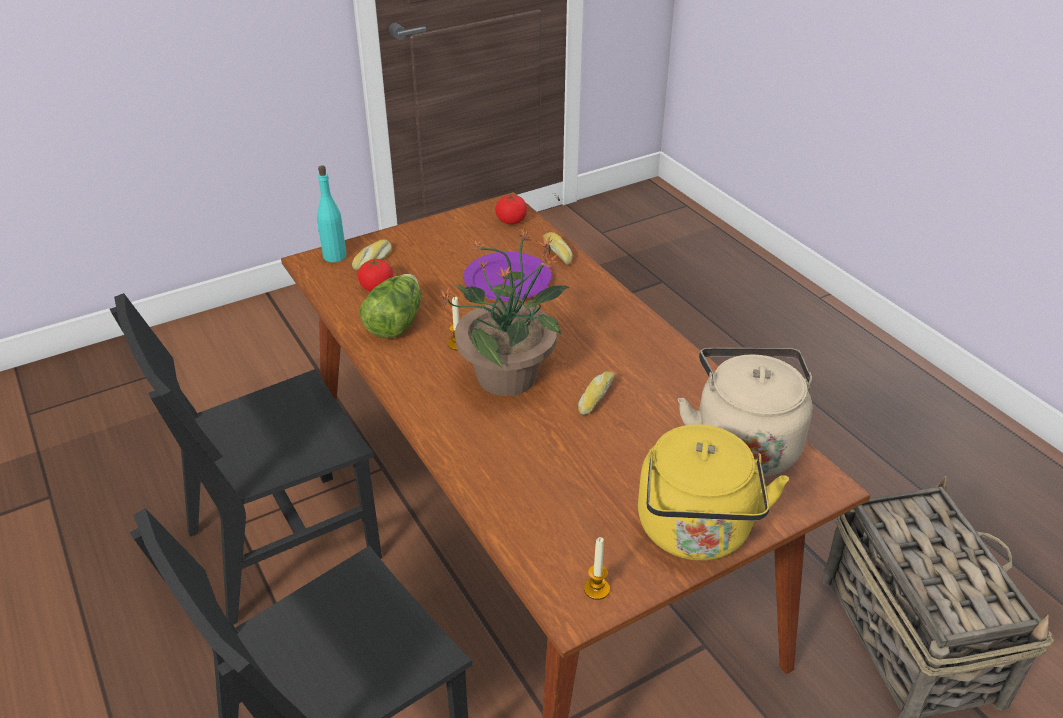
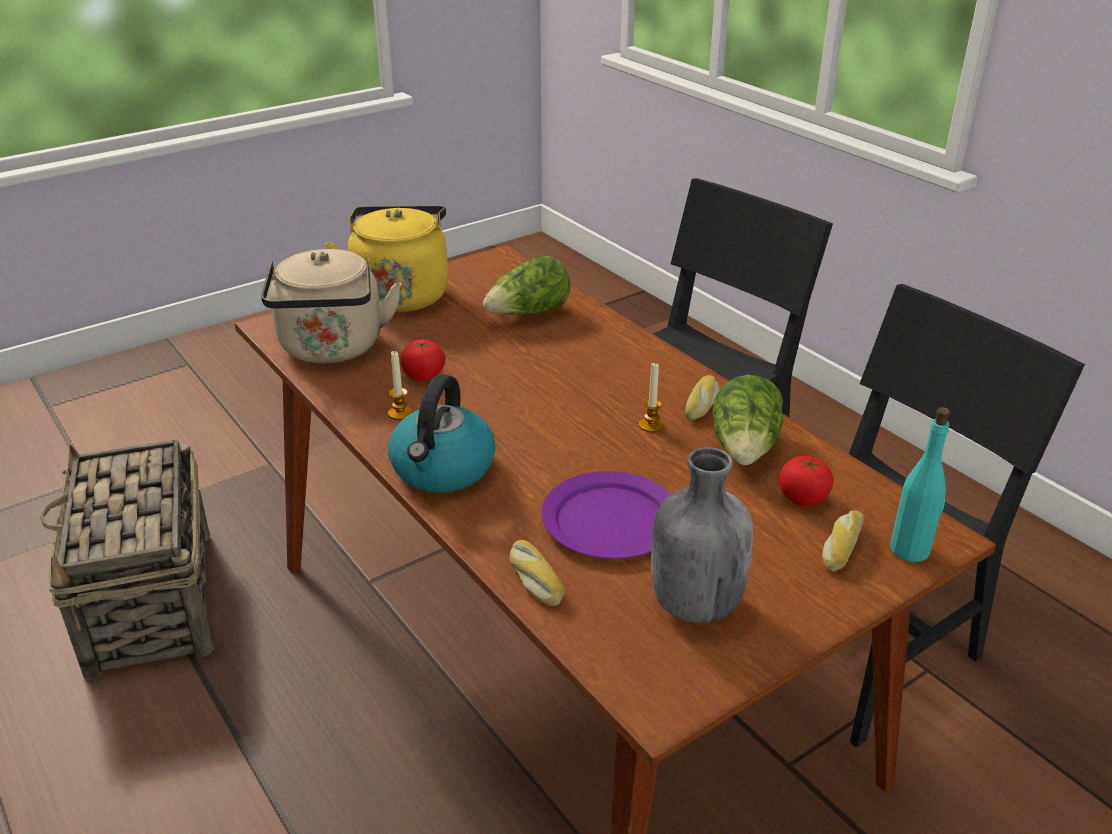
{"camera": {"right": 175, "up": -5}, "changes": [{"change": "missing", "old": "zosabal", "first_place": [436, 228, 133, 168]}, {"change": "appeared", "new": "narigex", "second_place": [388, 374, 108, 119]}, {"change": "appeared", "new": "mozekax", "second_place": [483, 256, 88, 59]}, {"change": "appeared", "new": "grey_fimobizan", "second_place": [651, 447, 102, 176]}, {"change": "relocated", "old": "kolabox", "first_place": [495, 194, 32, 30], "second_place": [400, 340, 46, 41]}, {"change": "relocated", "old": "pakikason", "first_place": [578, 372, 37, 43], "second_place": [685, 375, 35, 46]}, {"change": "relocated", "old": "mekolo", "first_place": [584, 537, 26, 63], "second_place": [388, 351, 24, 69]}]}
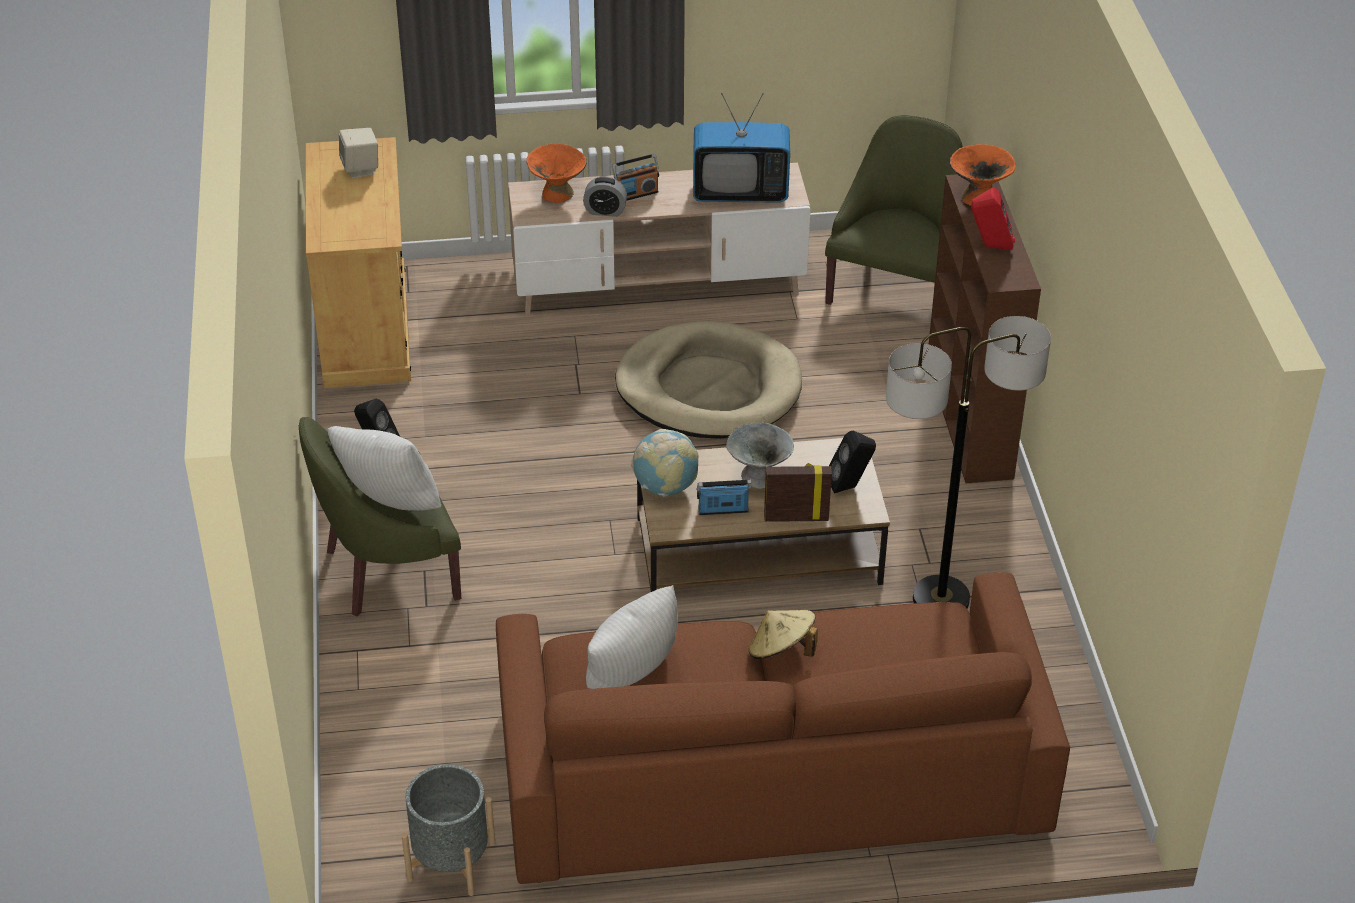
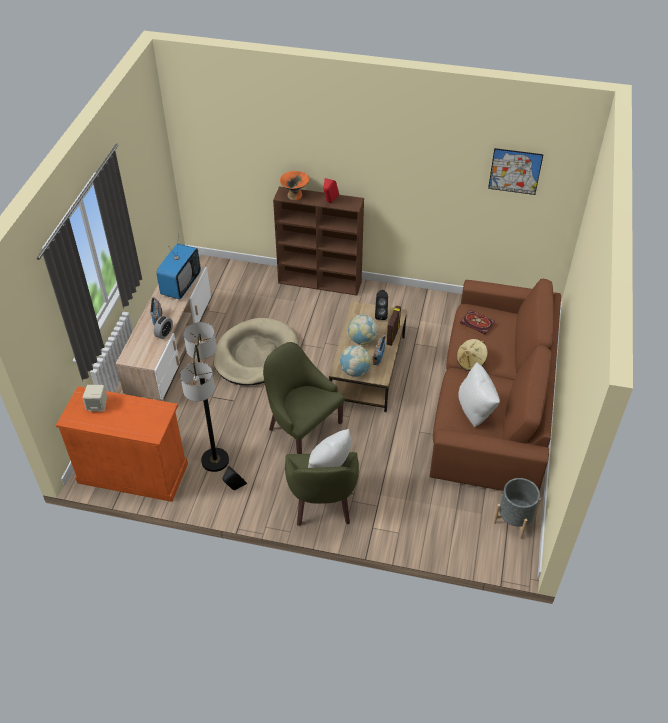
{"camera": {"right": -70, "up": 5}, "changes": [{"change": "missing", "old": "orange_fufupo", "first_place": [526, 144, 60, 59]}, {"change": "appeared", "new": "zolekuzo", "second_place": [460, 310, 35, 25]}, {"change": "appeared", "new": "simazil", "second_place": [488, 148, 55, 47]}, {"change": "relocated", "old": "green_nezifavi", "first_place": [825, 115, 138, 190], "second_place": [263, 342, 82, 112]}, {"change": "relocated", "old": "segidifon", "first_place": [886, 316, 165, 293], "second_place": [180, 322, 49, 150]}, {"change": "exchanged", "old": "grey_fufupo", "new": "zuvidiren", "first_place": [726, 422, 68, 67], "second_place": [348, 315, 30, 30]}, {"change": "colour", "old": "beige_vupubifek", "new": "orange_vupubifek", "first_place": [305, 137, 106, 251], "second_place": [56, 386, 132, 116]}]}
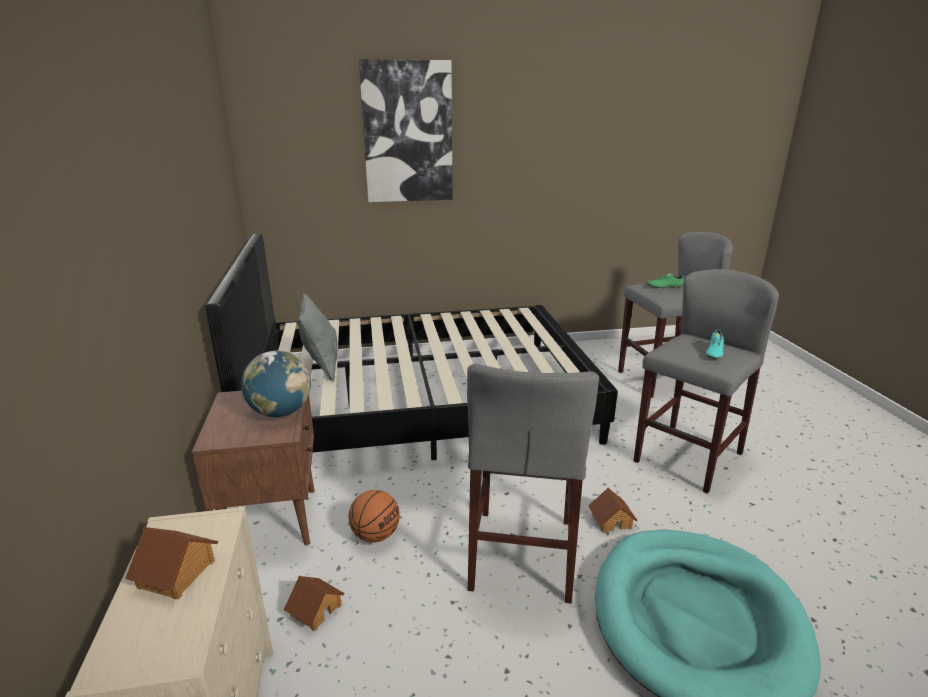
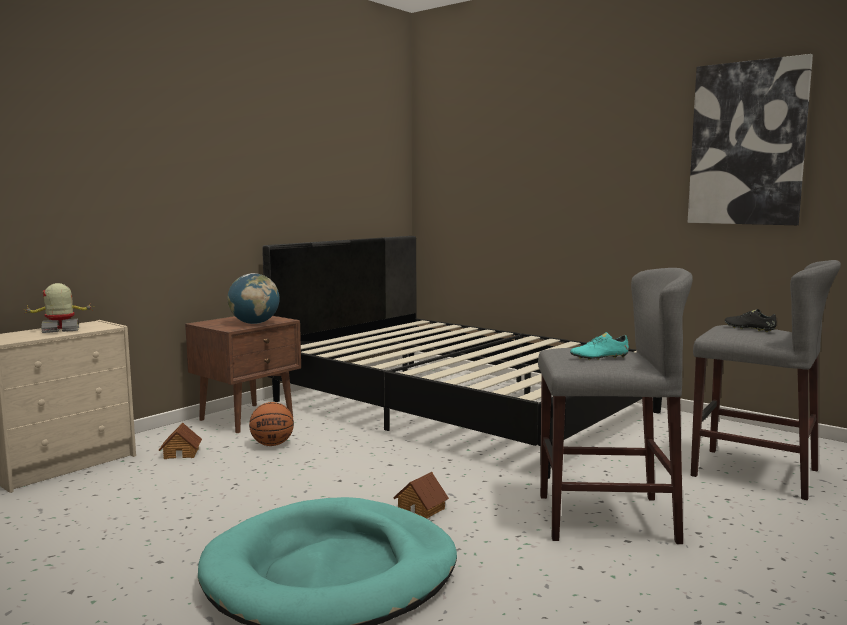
{"camera": {"right": 50, "up": -15}, "changes": [{"change": "missing", "old": "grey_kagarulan", "first_place": [298, 293, 40, 88]}, {"change": "missing", "old": "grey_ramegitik", "first_place": [467, 364, 132, 239]}, {"change": "relocated", "old": "simazil", "first_place": [359, 59, 94, 143], "second_place": [687, 54, 126, 171]}, {"change": "exchanged", "old": "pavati", "new": "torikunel", "first_place": [125, 527, 93, 73], "second_place": [23, 283, 71, 50]}, {"change": "colour", "old": "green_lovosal", "new": "black_lovosal", "first_place": [647, 273, 37, 16], "second_place": [725, 309, 52, 23]}]}
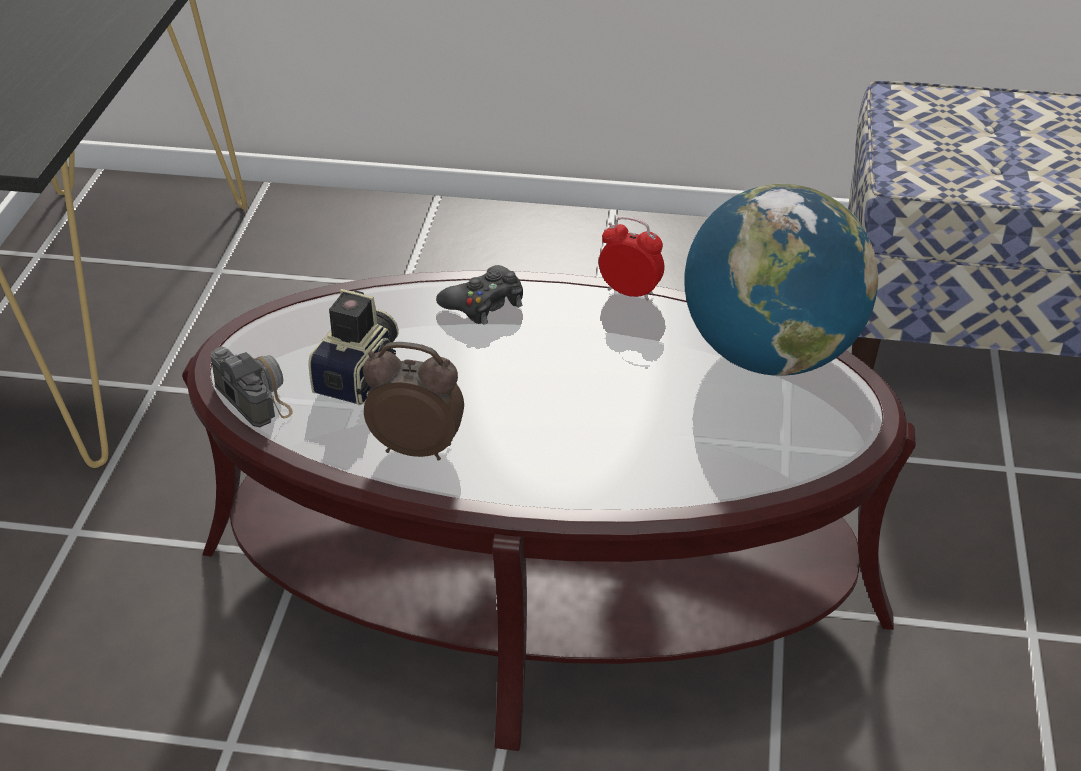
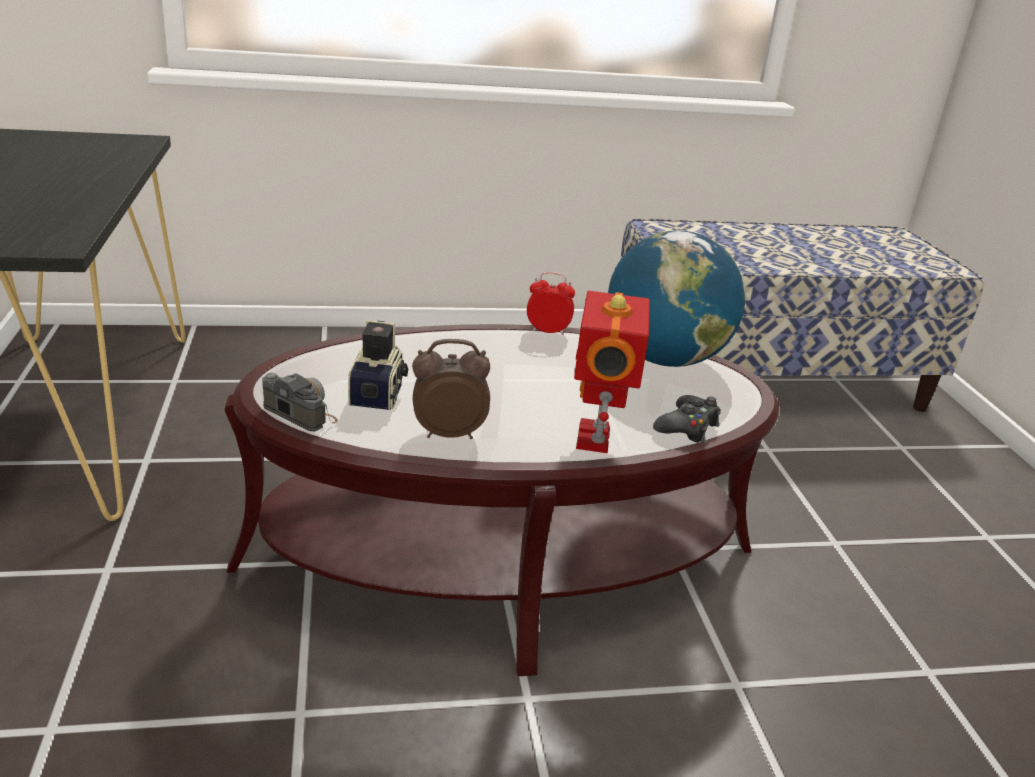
{"camera": {"right": -20, "up": -10}, "changes": [{"change": "appeared", "new": "torikunel", "second_place": [574, 291, 76, 162]}, {"change": "relocated", "old": "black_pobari", "first_place": [436, 265, 87, 60], "second_place": [653, 395, 68, 48]}]}
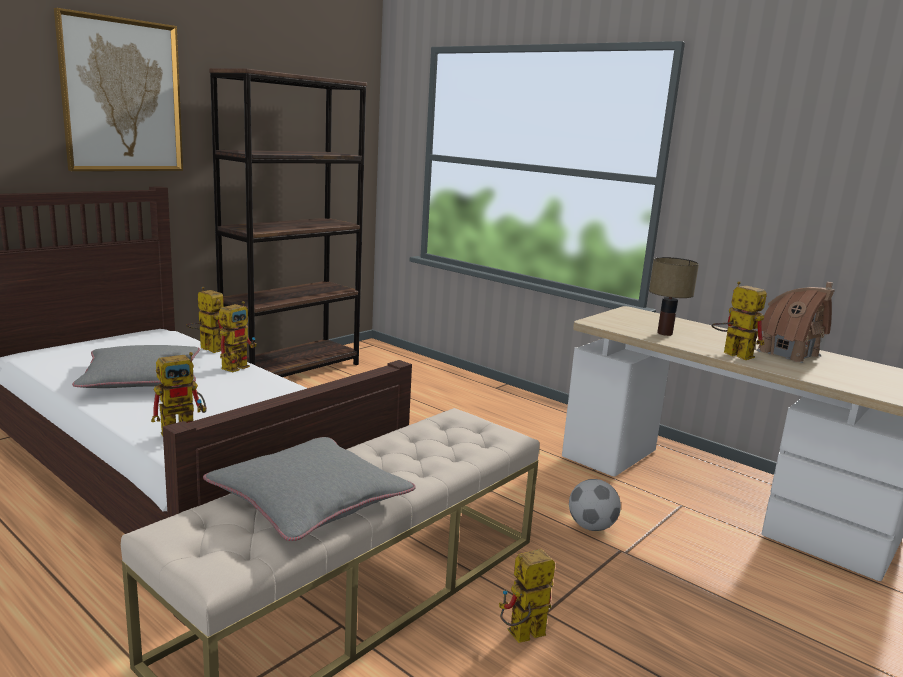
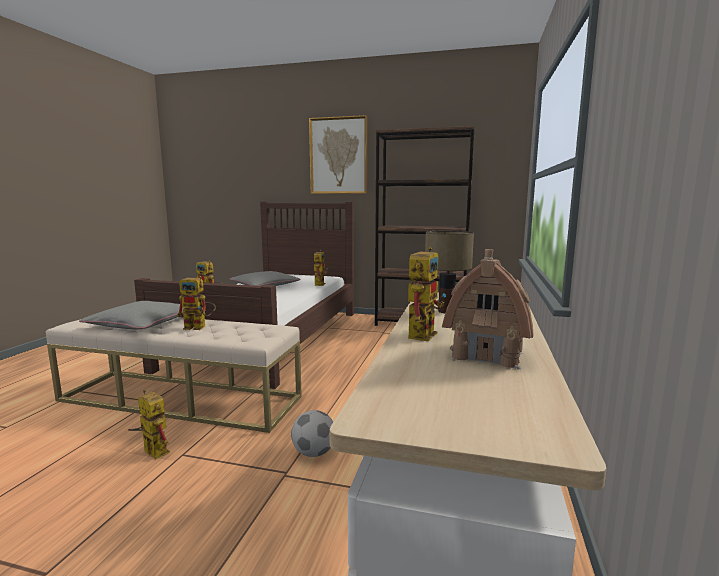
{"camera": {"right": 65, "up": -5}, "changes": [{"change": "relocated", "old": "torikunel", "first_place": [219, 301, 38, 71], "second_place": [177, 276, 39, 54]}]}
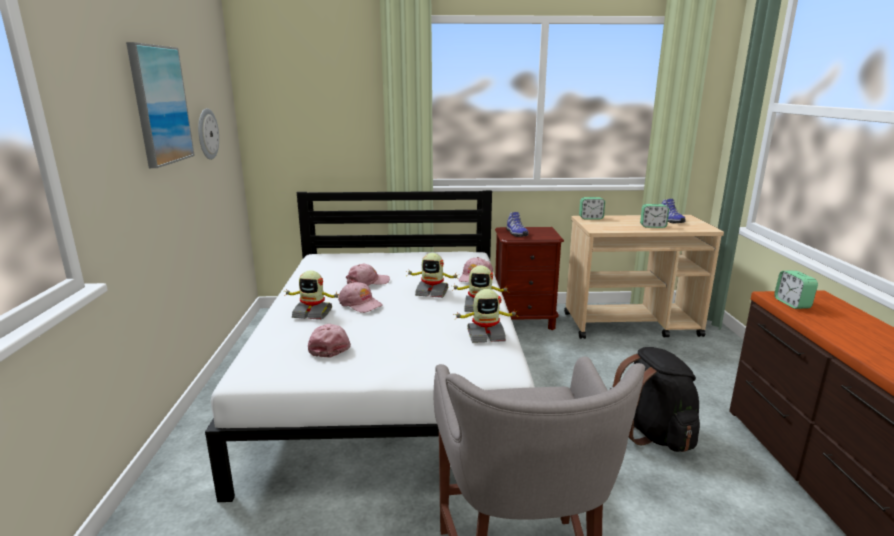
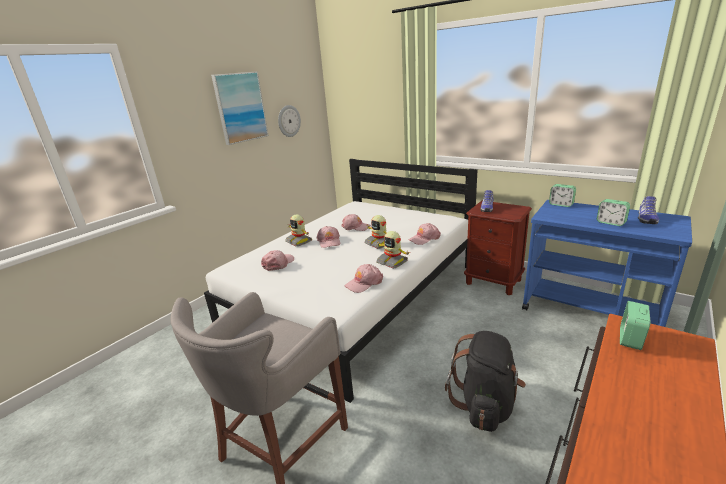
{"camera": {"right": 40, "up": 5}, "changes": [{"change": "exchanged", "old": "torikunel", "new": "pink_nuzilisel", "first_place": [453, 289, 65, 54], "second_place": [345, 264, 38, 29]}, {"change": "colour", "old": "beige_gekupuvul", "new": "blue_gekupuvul", "first_place": [564, 215, 160, 124], "second_place": [522, 200, 170, 127]}]}
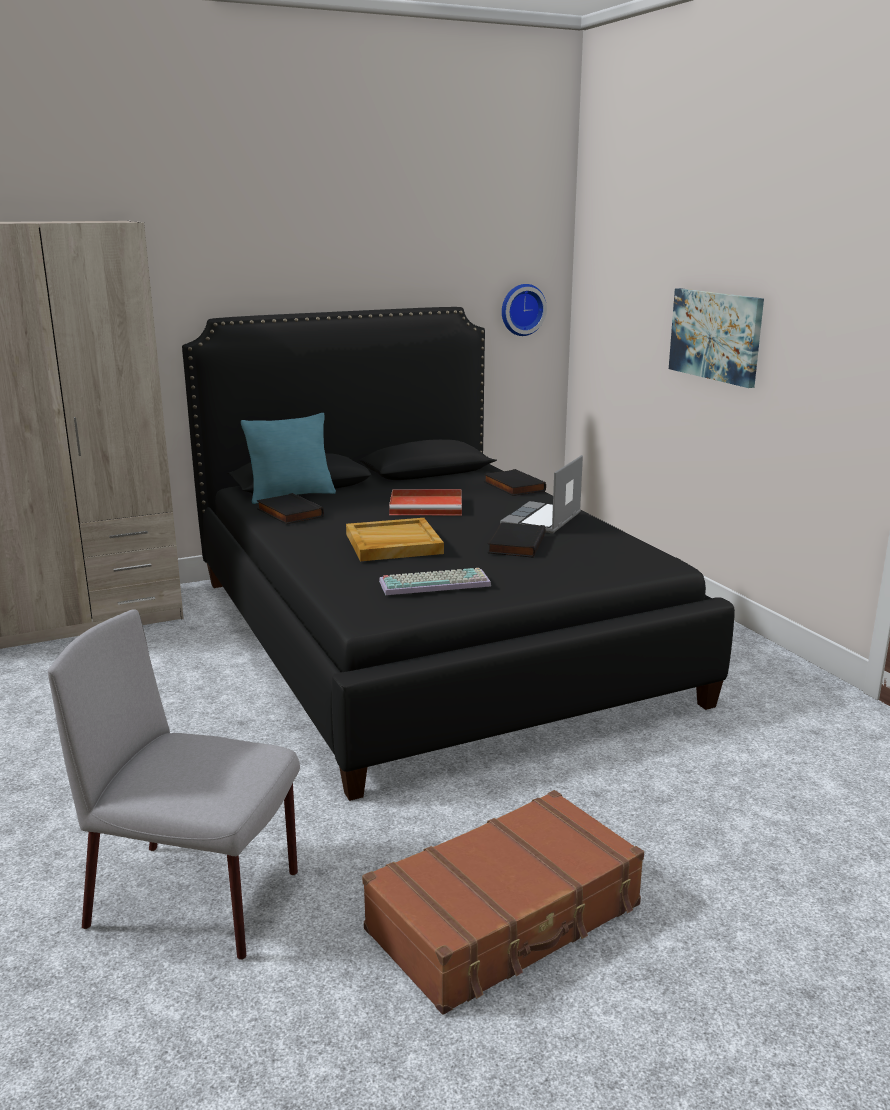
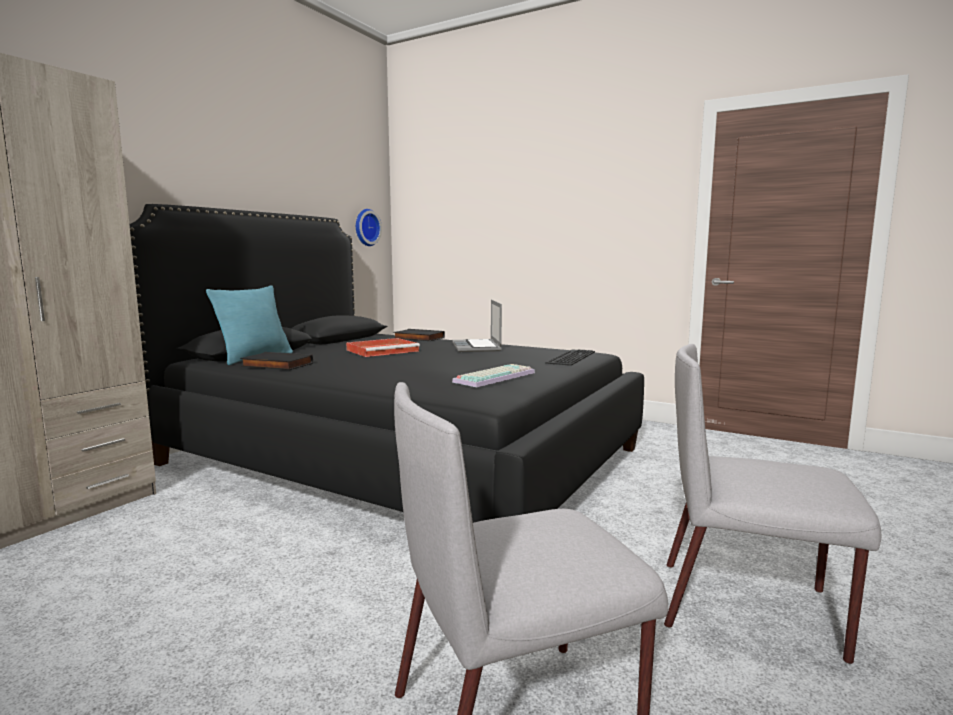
{"camera": {"right": -35, "up": -10}, "changes": [{"change": "missing", "old": "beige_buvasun", "first_place": [346, 518, 98, 43]}, {"change": "missing", "old": "black_zolekuzo", "first_place": [488, 522, 58, 36]}, {"change": "missing", "old": "simazil", "first_place": [669, 288, 95, 100]}, {"change": "appeared", "new": "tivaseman", "second_place": [545, 349, 50, 17]}, {"change": "exchanged", "old": "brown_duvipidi", "new": "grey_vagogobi", "first_place": [362, 790, 282, 225], "second_place": [664, 344, 217, 320]}]}
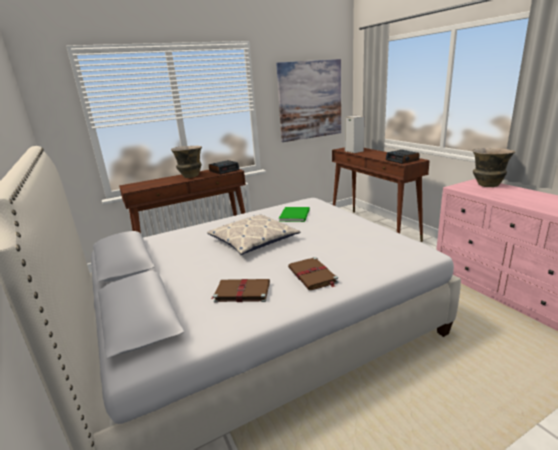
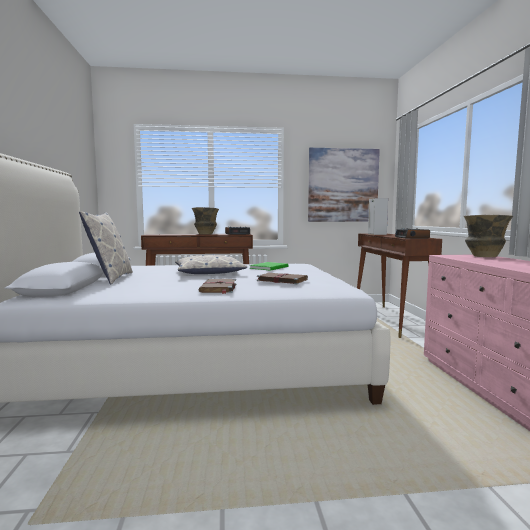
{"camera": {"right": 20, "up": -15}, "changes": [{"change": "appeared", "new": "kagarulan", "second_place": [79, 211, 54, 73]}, {"change": "relocated", "old": "brown_zolekuzo", "first_place": [211, 279, 59, 24], "second_place": [257, 273, 51, 11]}]}
